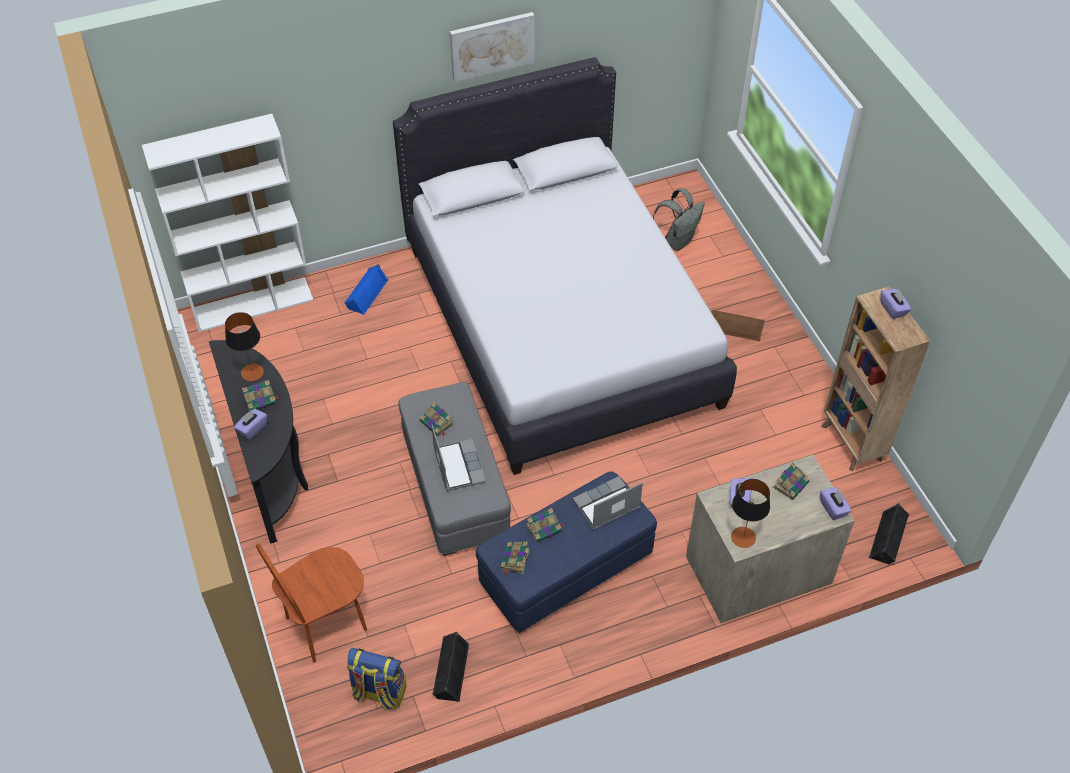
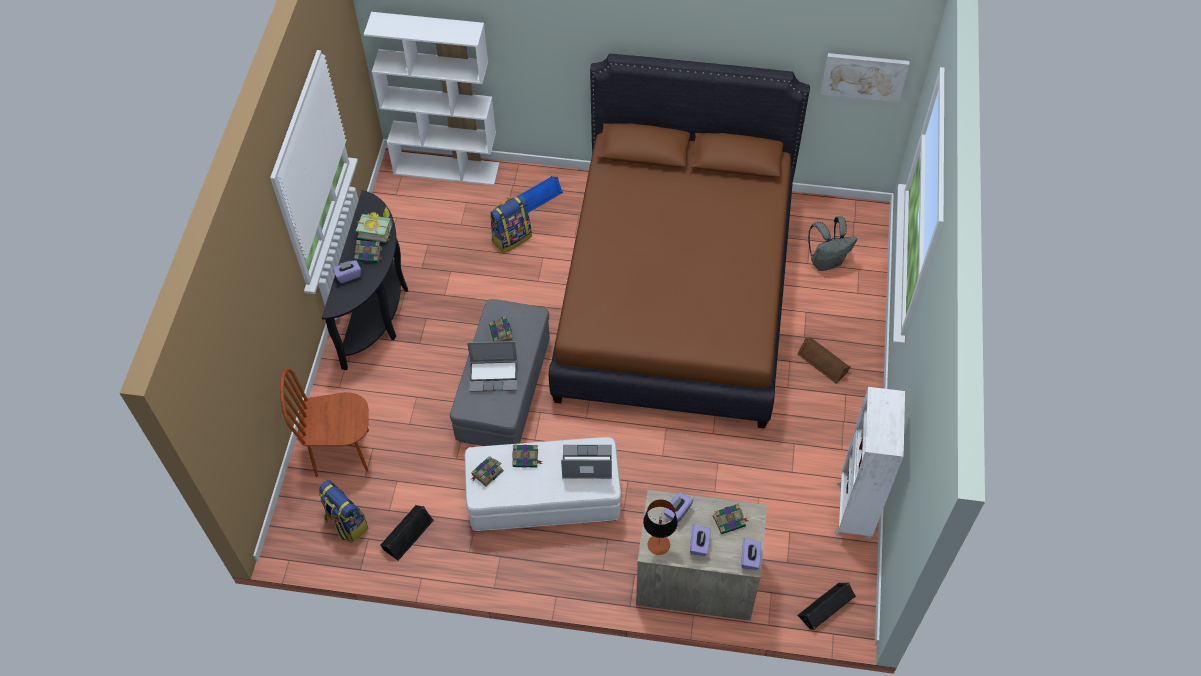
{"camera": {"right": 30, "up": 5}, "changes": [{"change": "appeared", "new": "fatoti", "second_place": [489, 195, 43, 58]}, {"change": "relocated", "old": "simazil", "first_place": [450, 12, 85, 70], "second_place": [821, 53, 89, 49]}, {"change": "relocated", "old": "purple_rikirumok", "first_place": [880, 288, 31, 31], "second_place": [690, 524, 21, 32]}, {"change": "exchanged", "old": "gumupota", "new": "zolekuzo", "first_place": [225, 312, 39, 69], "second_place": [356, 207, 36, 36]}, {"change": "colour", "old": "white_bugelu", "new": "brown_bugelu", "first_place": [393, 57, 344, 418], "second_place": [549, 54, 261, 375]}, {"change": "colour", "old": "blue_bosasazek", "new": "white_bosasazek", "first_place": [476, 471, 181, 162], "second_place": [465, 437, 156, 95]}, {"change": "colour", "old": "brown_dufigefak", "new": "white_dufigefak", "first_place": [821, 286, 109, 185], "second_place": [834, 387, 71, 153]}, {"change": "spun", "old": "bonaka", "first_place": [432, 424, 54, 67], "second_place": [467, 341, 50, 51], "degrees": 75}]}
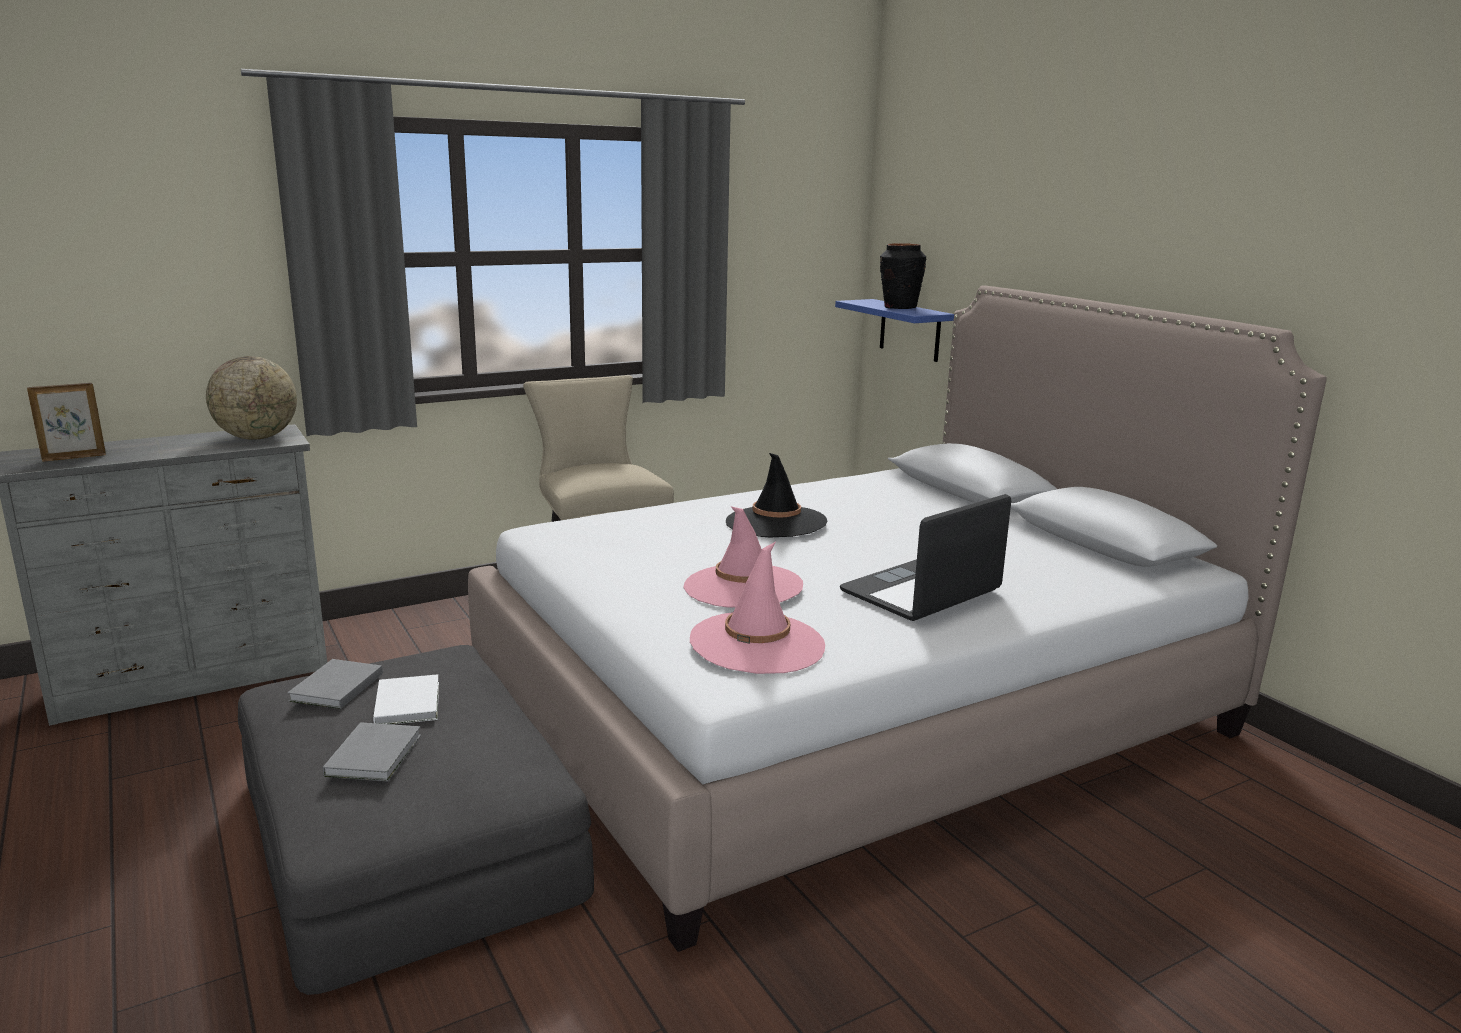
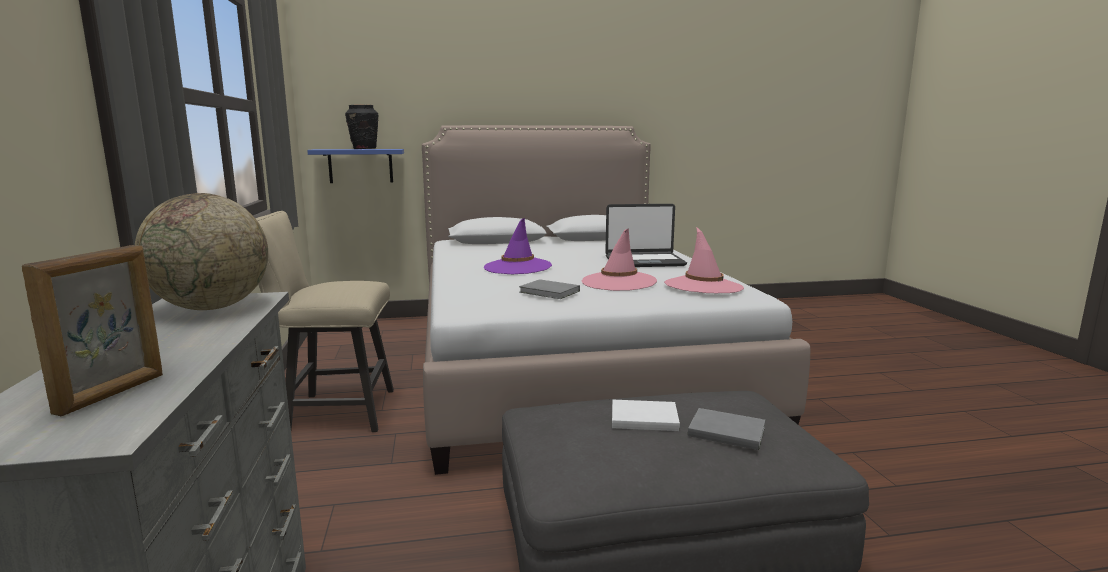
{"camera": {"right": -70, "up": -5}, "changes": [{"change": "relocated", "old": "grey_zolekuzo", "first_place": [287, 659, 96, 50], "second_place": [519, 279, 61, 20]}, {"change": "colour", "old": "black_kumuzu", "new": "purple_kumuzu", "first_place": [726, 453, 102, 84], "second_place": [484, 218, 68, 56]}, {"change": "spun", "old": "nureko", "first_place": [27, 383, 79, 79], "second_place": [22, 245, 141, 171], "degrees": -150}, {"change": "spun", "old": "bonaka", "first_place": [840, 494, 171, 127], "second_place": [605, 204, 82, 63], "degrees": -75}]}
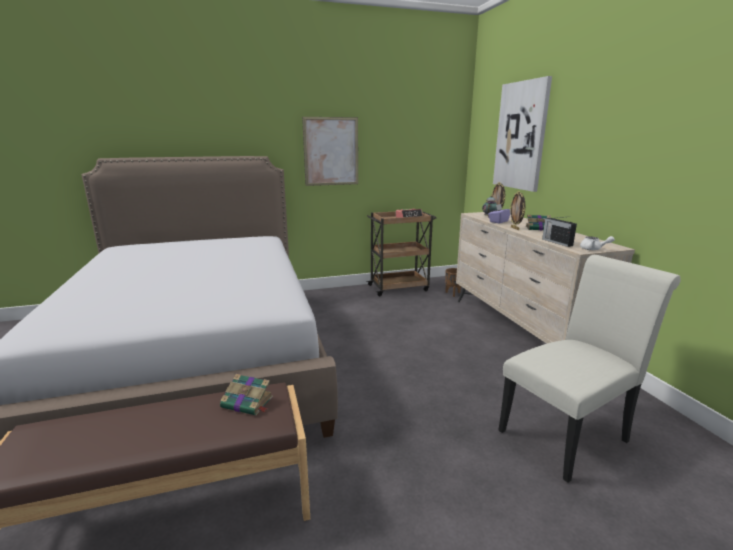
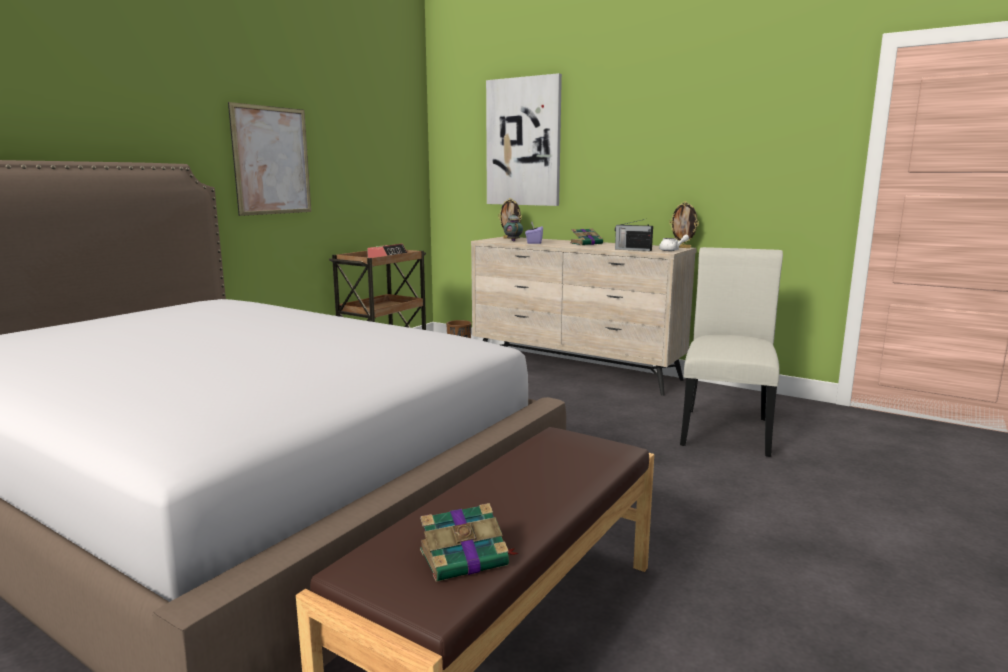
{"camera": {"right": -40, "up": -5}, "changes": [{"change": "relocated", "old": "zolekuzo", "first_place": [220, 374, 53, 41], "second_place": [420, 503, 99, 79]}, {"change": "relocated", "old": "nureko", "first_place": [510, 191, 15, 39], "second_place": [669, 201, 30, 47]}]}
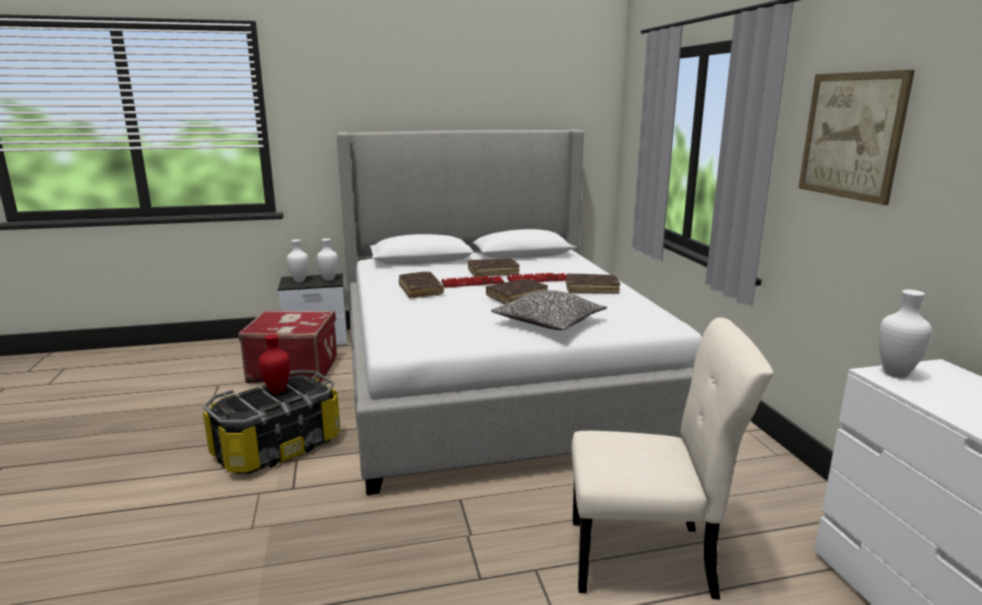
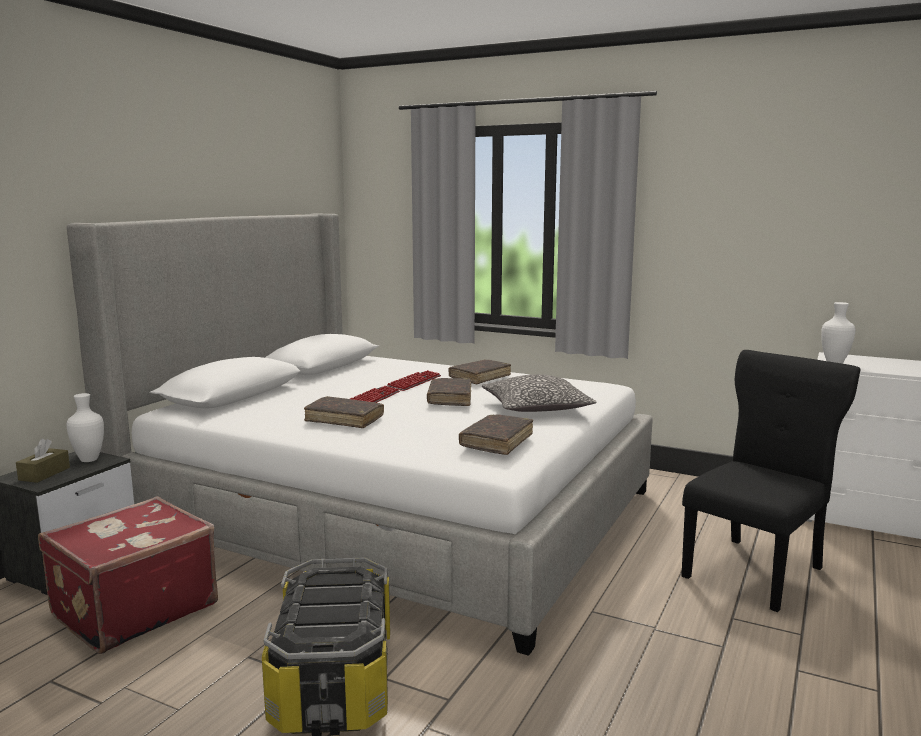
{"camera": {"right": -50, "up": -5}, "changes": [{"change": "missing", "old": "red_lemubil", "first_place": [259, 334, 31, 60]}, {"change": "missing", "old": "simazil", "first_place": [799, 70, 116, 135]}, {"change": "relocated", "old": "brown_zolekuzo", "first_place": [468, 258, 52, 19], "second_place": [459, 414, 74, 41]}, {"change": "exchanged", "old": "white_lemubil", "new": "brown_rikirumok", "first_place": [287, 239, 22, 43], "second_place": [16, 438, 54, 45]}, {"change": "colour", "old": "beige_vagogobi", "new": "black_vagogobi", "first_place": [572, 318, 201, 281], "second_place": [681, 350, 179, 262]}]}
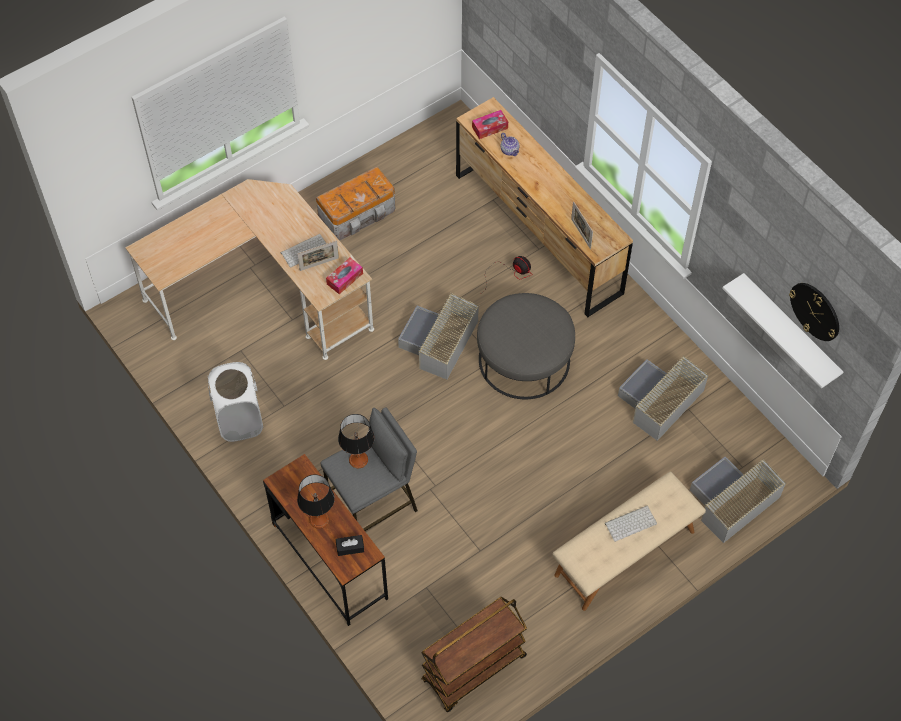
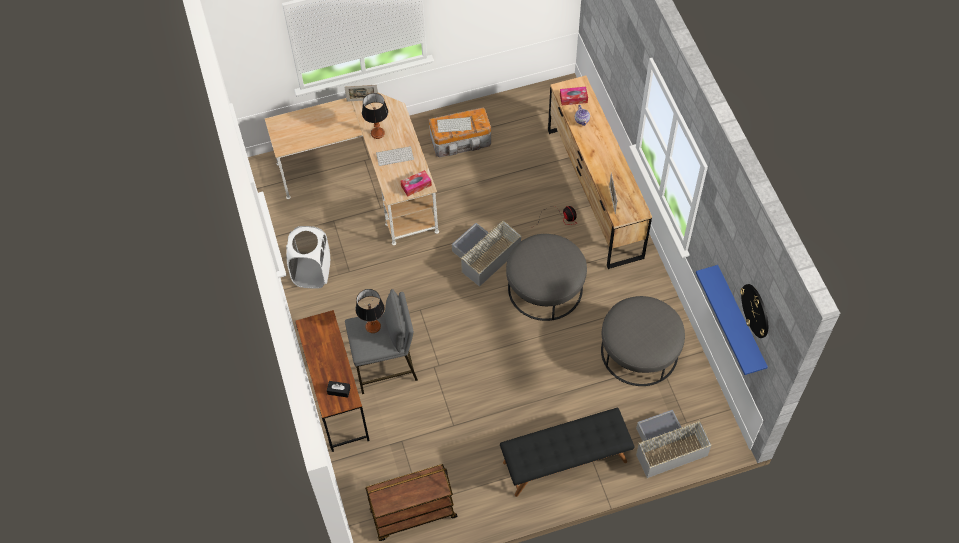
{"camera": {"right": 20, "up": 0}, "changes": [{"change": "relocated", "old": "nureko", "first_place": [297, 240, 42, 31], "second_place": [344, 85, 34, 17]}, {"change": "relocated", "old": "gumupota", "first_place": [297, 475, 38, 54], "second_place": [362, 93, 26, 46]}, {"change": "relocated", "old": "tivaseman", "first_place": [605, 505, 52, 37], "second_place": [437, 117, 35, 16]}, {"change": "exchanged", "old": "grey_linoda", "new": "grey_bosasazek", "first_place": [618, 355, 91, 86], "second_place": [601, 296, 84, 90]}, {"change": "colour", "old": "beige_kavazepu", "new": "black_kavazepu", "first_place": [553, 471, 153, 140], "second_place": [500, 408, 134, 89]}, {"change": "colour", "old": "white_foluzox", "new": "blue_foluzox", "first_place": [722, 273, 121, 116], "second_place": [696, 265, 72, 110]}]}
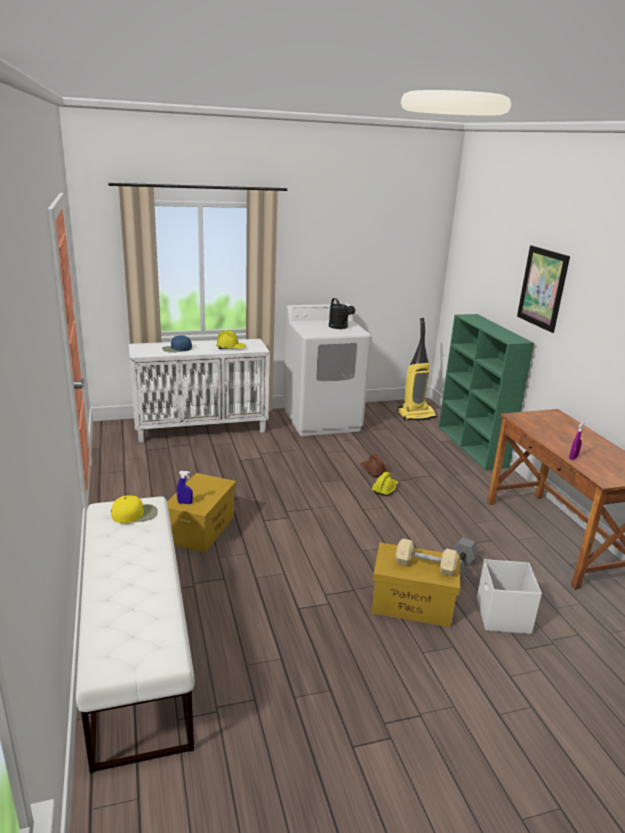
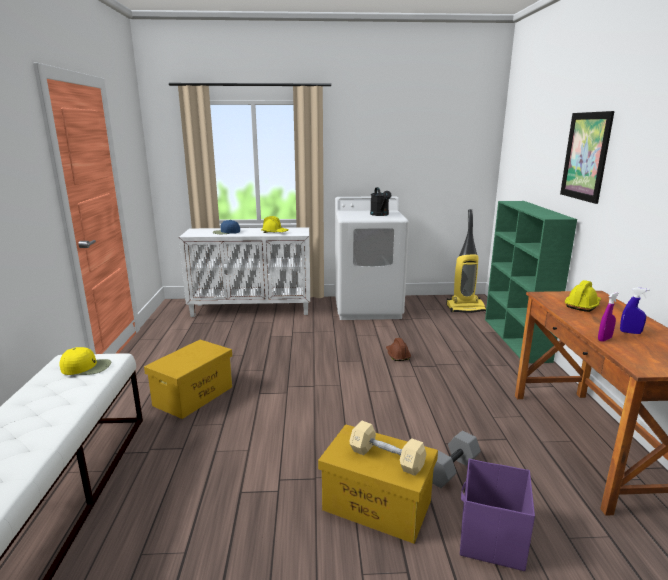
{"camera": {"right": 15, "up": -5}, "changes": [{"change": "relocated", "old": "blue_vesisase", "first_place": [177, 471, 16, 33], "second_place": [620, 287, 30, 47]}, {"change": "relocated", "old": "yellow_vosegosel", "first_place": [372, 472, 26, 24], "second_place": [565, 280, 36, 32]}, {"change": "colour", "old": "white_linoda", "new": "purple_linoda", "first_place": [477, 559, 65, 75], "second_place": [460, 459, 75, 112]}]}
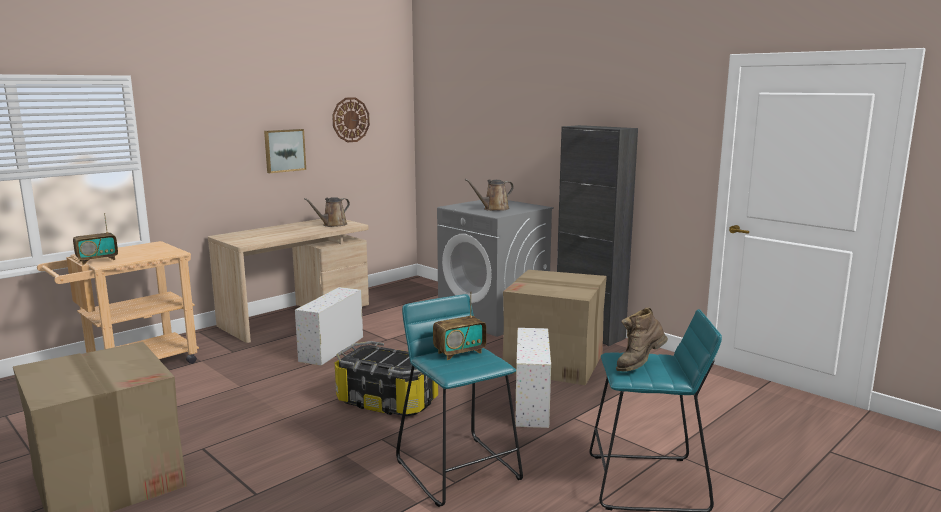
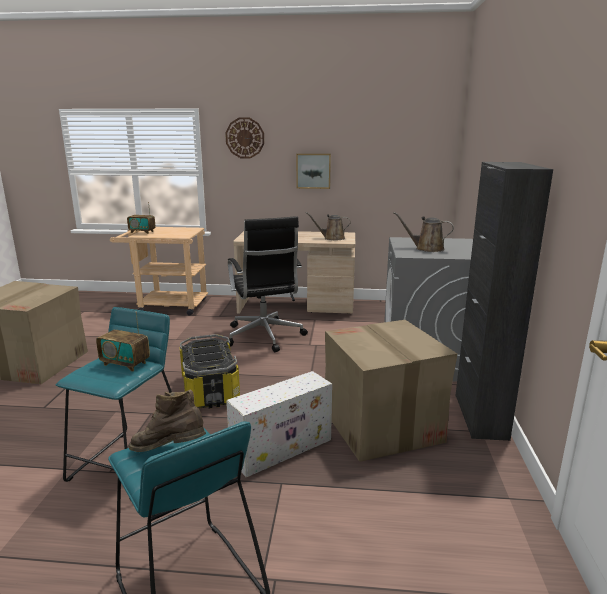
{"camera": {"right": 50, "up": 5}, "changes": [{"change": "relocated", "old": "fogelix", "first_place": [332, 98, 38, 44], "second_place": [225, 117, 39, 41]}, {"change": "exchanged", "old": "white_linoda", "new": "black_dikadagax", "first_place": [295, 287, 68, 79], "second_place": [226, 216, 82, 136]}]}
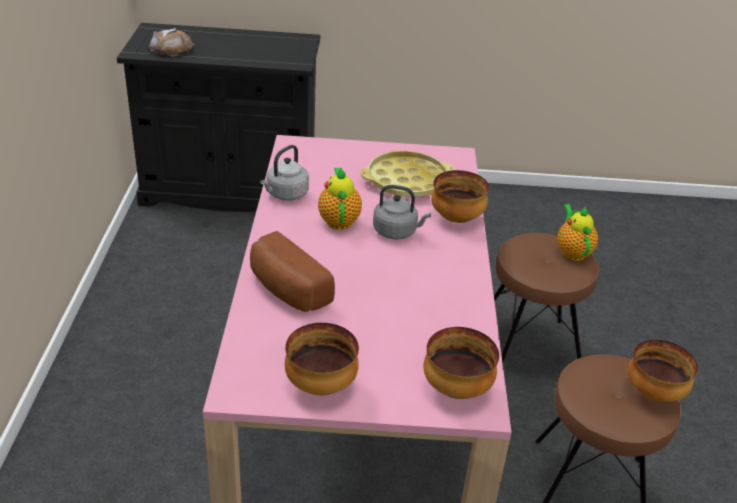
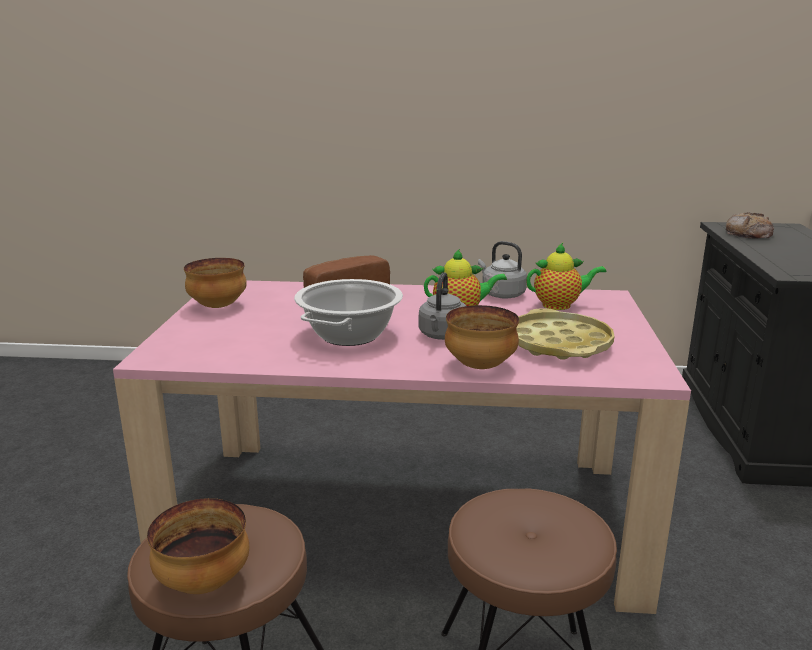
{"camera": {"right": 95, "up": -15}, "changes": [{"change": "missing", "old": "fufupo", "first_place": [424, 327, 75, 72]}, {"change": "appeared", "new": "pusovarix", "second_place": [294, 279, 109, 67]}, {"change": "relocated", "old": "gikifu", "first_place": [557, 204, 41, 57], "second_place": [526, 243, 80, 67]}]}
